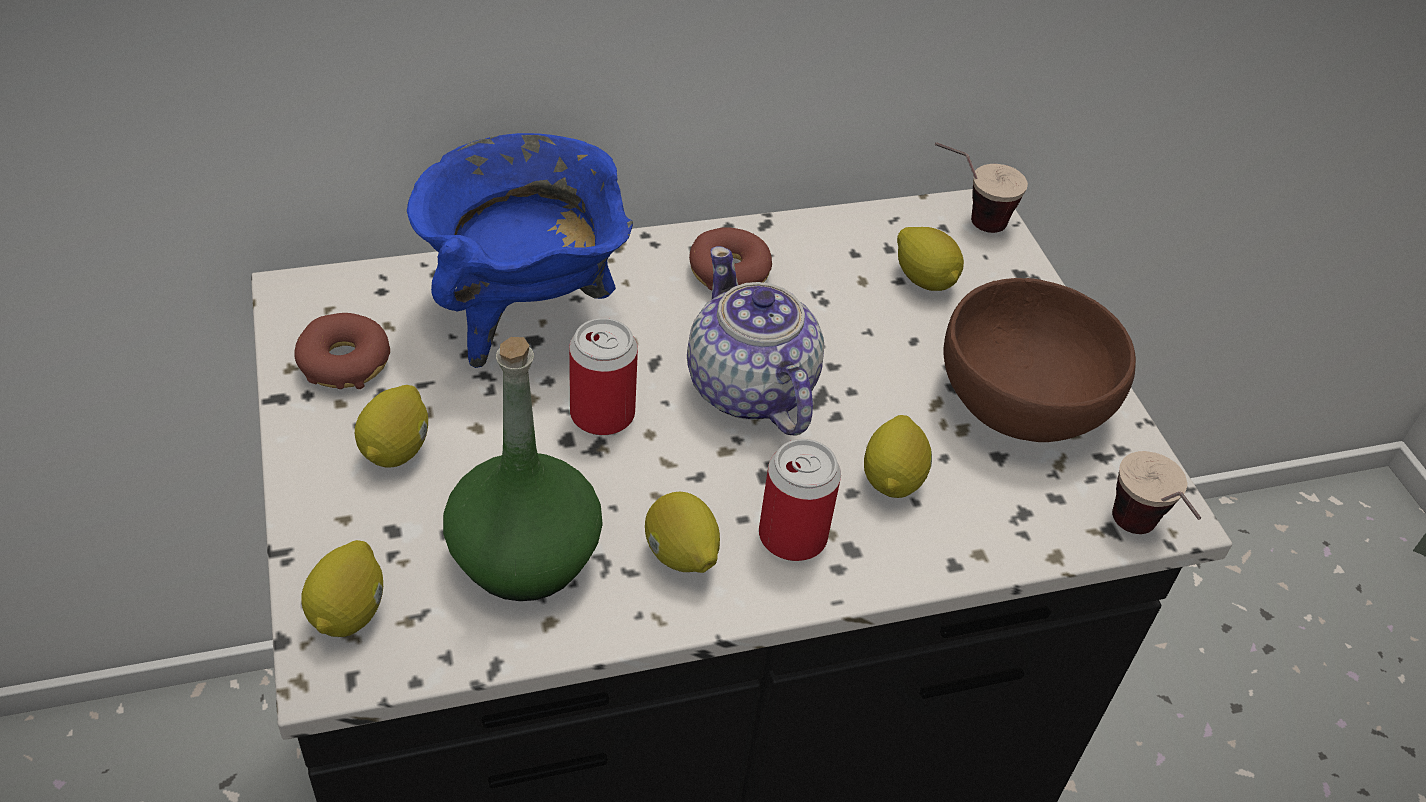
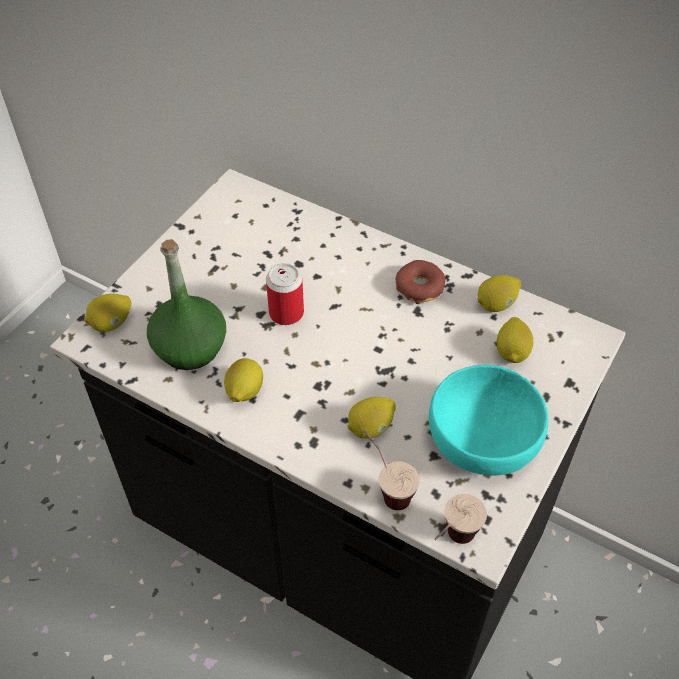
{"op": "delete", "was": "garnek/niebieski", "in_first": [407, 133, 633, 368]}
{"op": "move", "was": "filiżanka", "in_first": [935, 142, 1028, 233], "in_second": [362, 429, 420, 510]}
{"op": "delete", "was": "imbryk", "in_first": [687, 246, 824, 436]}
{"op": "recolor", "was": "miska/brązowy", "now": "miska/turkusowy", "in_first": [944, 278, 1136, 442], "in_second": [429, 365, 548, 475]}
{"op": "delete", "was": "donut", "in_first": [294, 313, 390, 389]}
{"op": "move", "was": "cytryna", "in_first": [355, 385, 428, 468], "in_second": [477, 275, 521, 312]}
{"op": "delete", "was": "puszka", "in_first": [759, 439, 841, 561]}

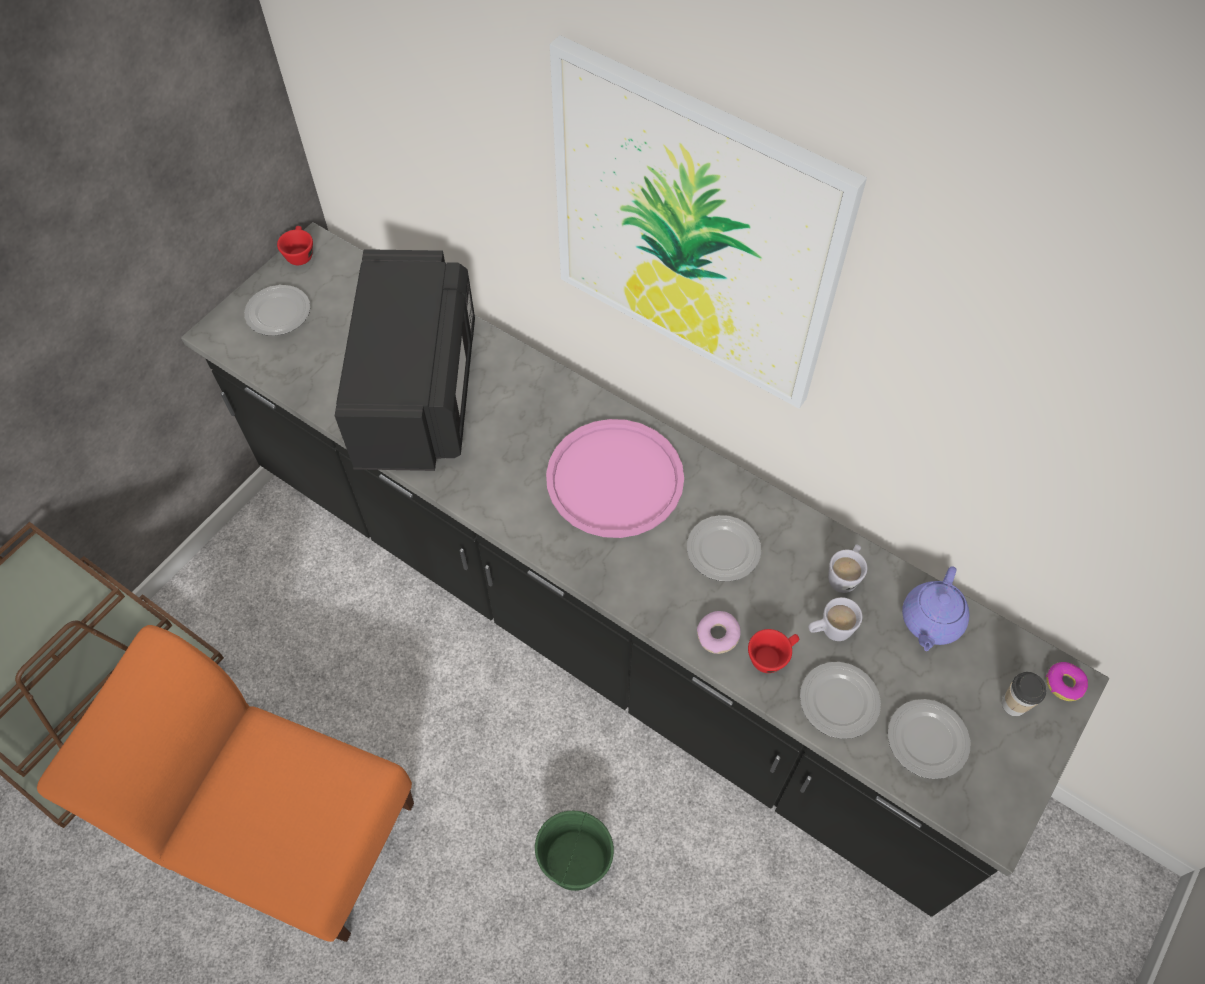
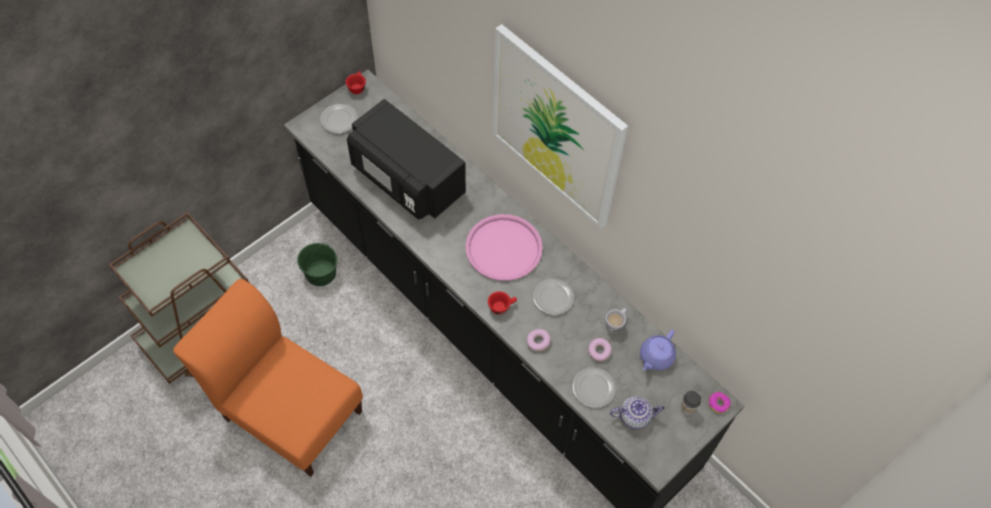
{"op": "rotate", "was": "mikrofalówka/czarny", "in_first": [335, 249, 475, 471], "in_second": [347, 99, 466, 219], "clockwise": 120}
{"op": "replace", "was": "kubek/biały", "now": "donut", "in_first": [808, 597, 862, 641], "in_second": [588, 338, 612, 361]}
{"op": "move", "was": "filiżanka/czerwony", "in_first": [748, 629, 799, 673], "in_second": [488, 291, 517, 315]}
{"op": "replace", "was": "talerz", "now": "imbryk", "in_first": [888, 699, 970, 779], "in_second": [610, 396, 665, 430]}
{"op": "move", "was": "wiadro/zielony", "in_first": [535, 811, 614, 891], "in_second": [297, 243, 337, 286]}

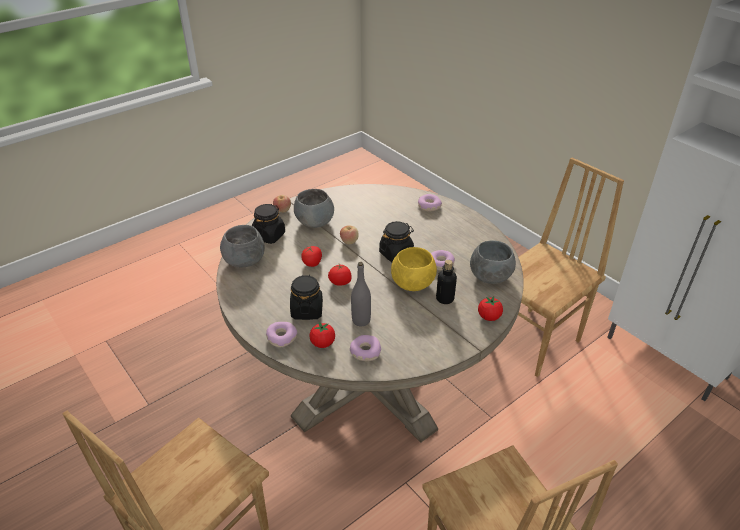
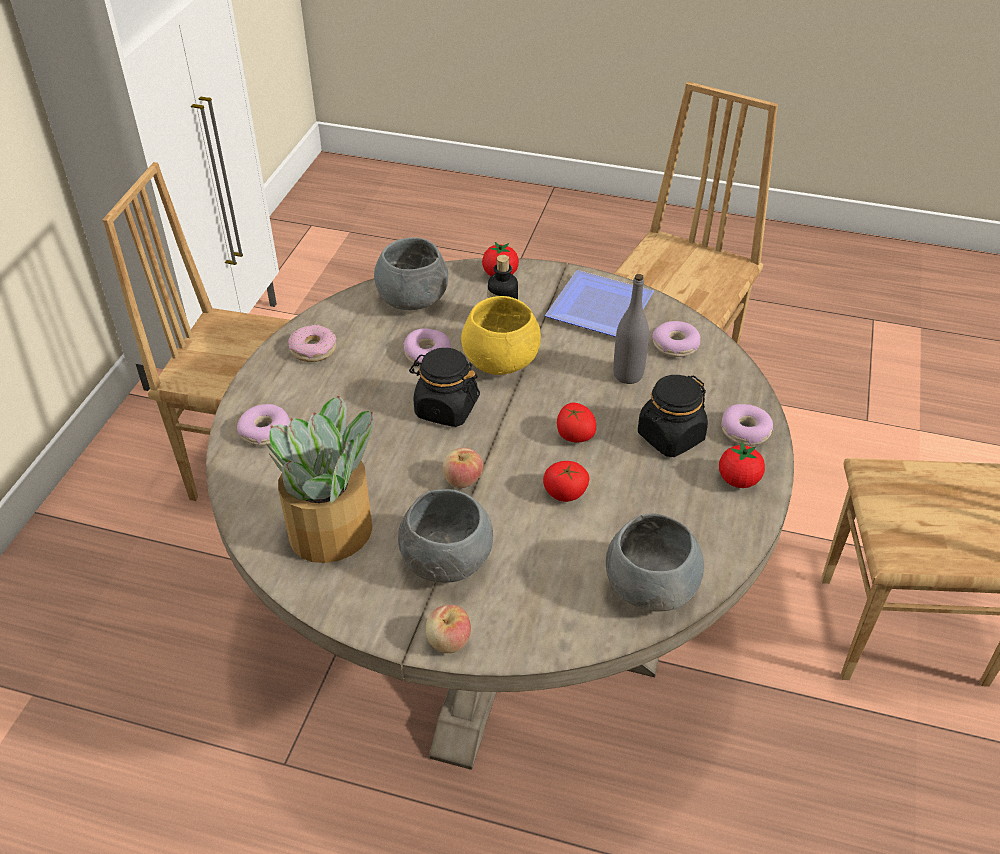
{"op": "delete", "was": "słoik/czarny", "in_first": [252, 204, 285, 244]}
{"op": "move", "was": "pomidor", "in_first": [309, 322, 335, 348], "in_second": [719, 442, 765, 488]}
{"op": "insert", "now": "talerz", "in_second": [545, 270, 654, 337]}
{"op": "insert", "now": "donut", "in_second": [288, 324, 337, 362]}
{"op": "insert", "now": "roślina doniczkowa", "in_second": [267, 396, 374, 563]}

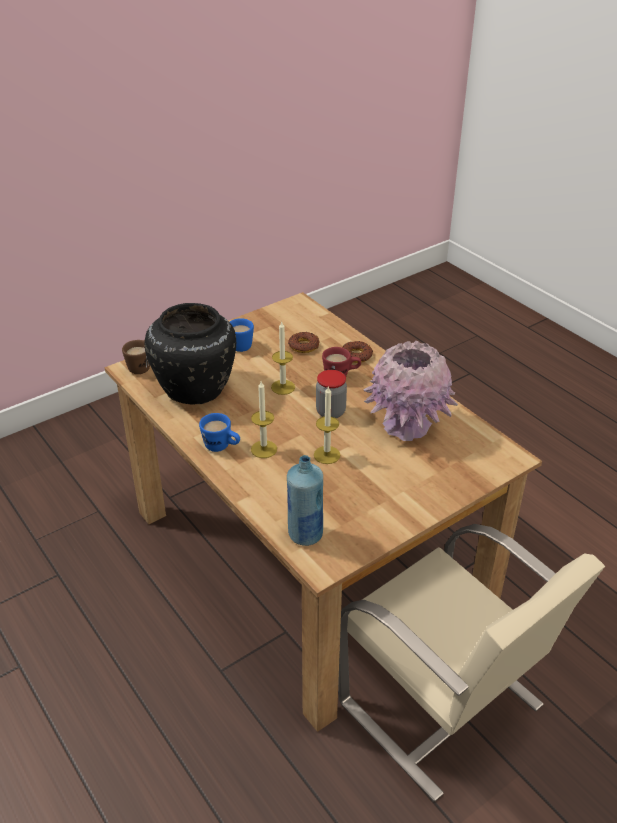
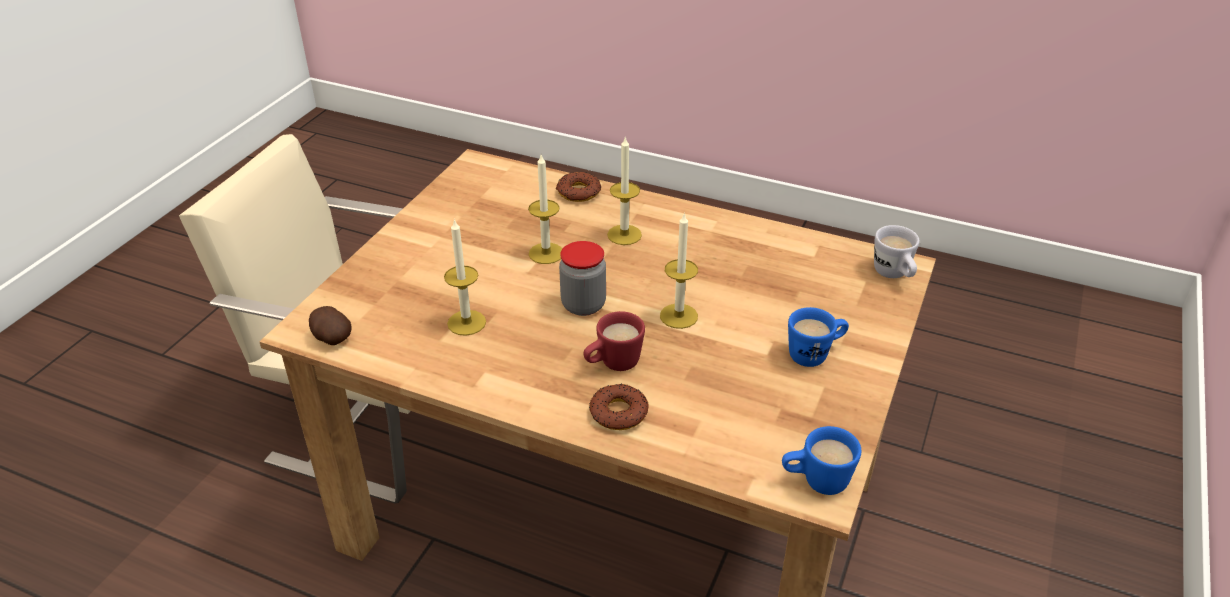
{"op": "delete", "was": "wazon/czarny", "in_first": [145, 303, 236, 405]}
{"op": "move", "was": "donut", "in_first": [288, 332, 319, 353], "in_second": [555, 172, 601, 202]}
{"op": "recolor", "was": "kubek/brązowy", "now": "kubek/biały", "in_first": [122, 340, 150, 374], "in_second": [874, 225, 919, 278]}
{"op": "replace", "was": "wazon/różowy", "now": "świeca", "in_first": [363, 341, 458, 441], "in_second": [444, 219, 486, 336]}
{"op": "move", "was": "kubek/niebieski", "in_first": [199, 413, 240, 452], "in_second": [782, 426, 861, 495]}
{"op": "delete", "was": "butelka/niebieski", "in_first": [287, 455, 323, 546]}
{"op": "insert", "now": "ziemniak", "in_second": [309, 306, 352, 345]}

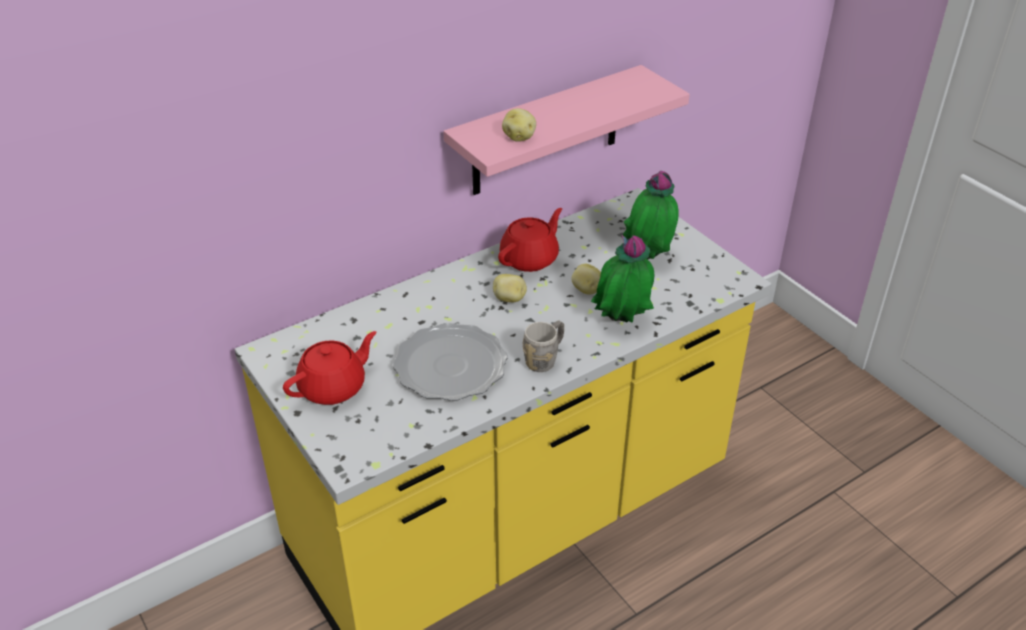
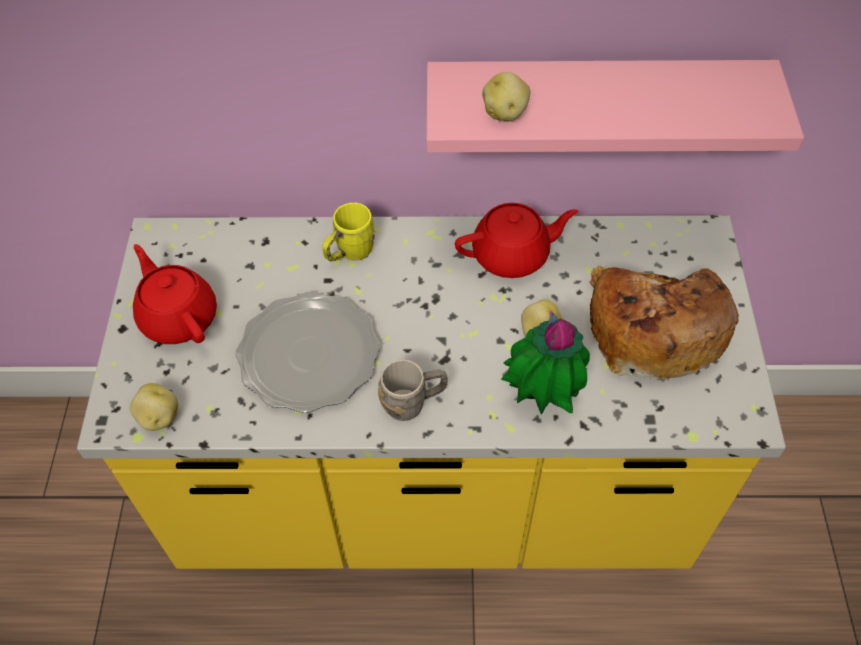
{"op": "replace", "was": "roślina doniczkowa", "now": "chleb", "in_first": [623, 171, 679, 259], "in_second": [590, 266, 739, 381]}
{"op": "move", "was": "ziemniak", "in_first": [493, 274, 527, 302], "in_second": [130, 383, 178, 431]}
{"op": "rotate", "was": "imbryk/czerwony", "in_first": [283, 331, 376, 405], "in_second": [133, 244, 217, 344], "clockwise": -120}
{"op": "insert", "now": "kubek/żółty", "in_second": [322, 203, 375, 262]}

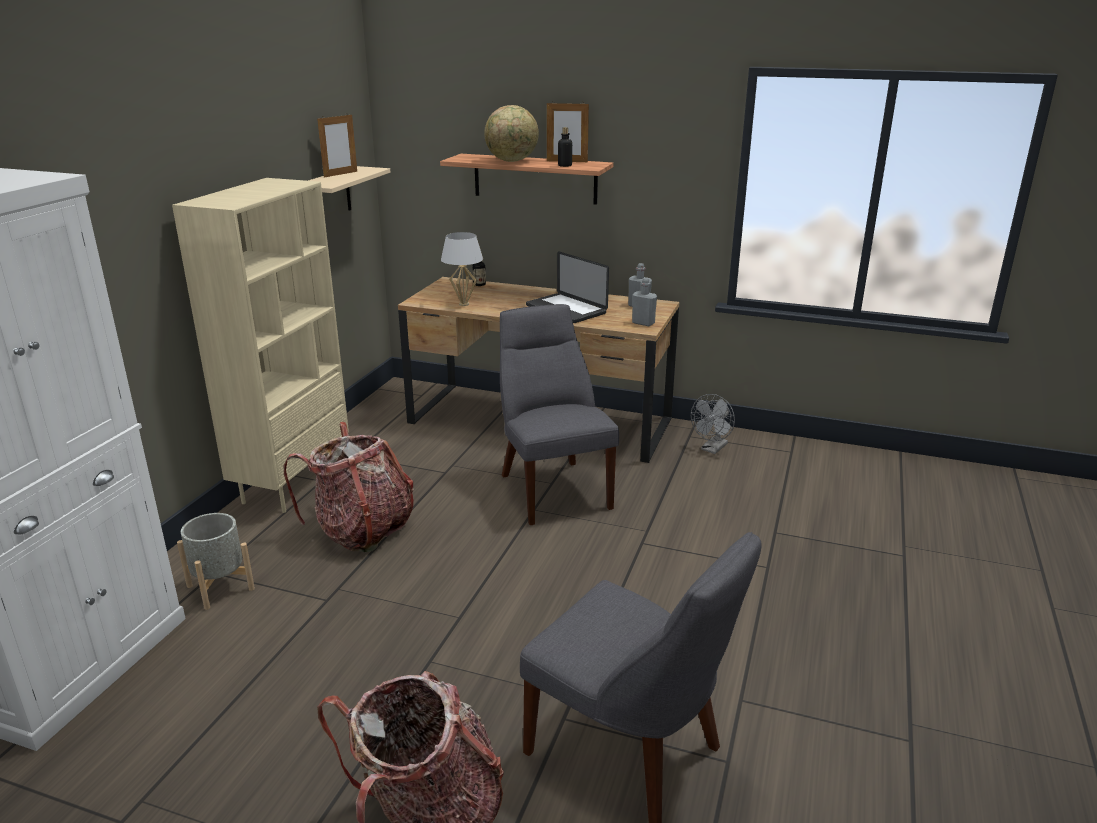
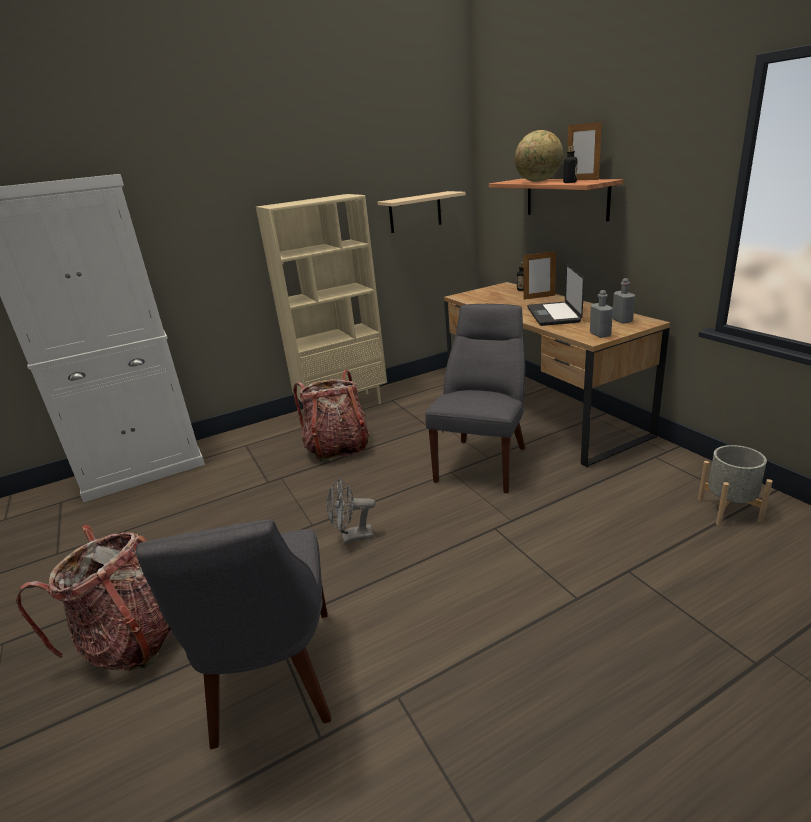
{"op": "move", "was": "ramka na zdjęcie", "in_first": [317, 114, 357, 177], "in_second": [523, 250, 556, 300]}
{"op": "delete", "was": "lampa stołowa/biały", "in_first": [441, 232, 483, 306]}
{"op": "move", "was": "wentylator/szary", "in_first": [691, 394, 735, 454], "in_second": [327, 478, 375, 544]}
{"op": "move", "was": "donica/szary", "in_first": [177, 513, 255, 610], "in_second": [698, 445, 773, 525]}

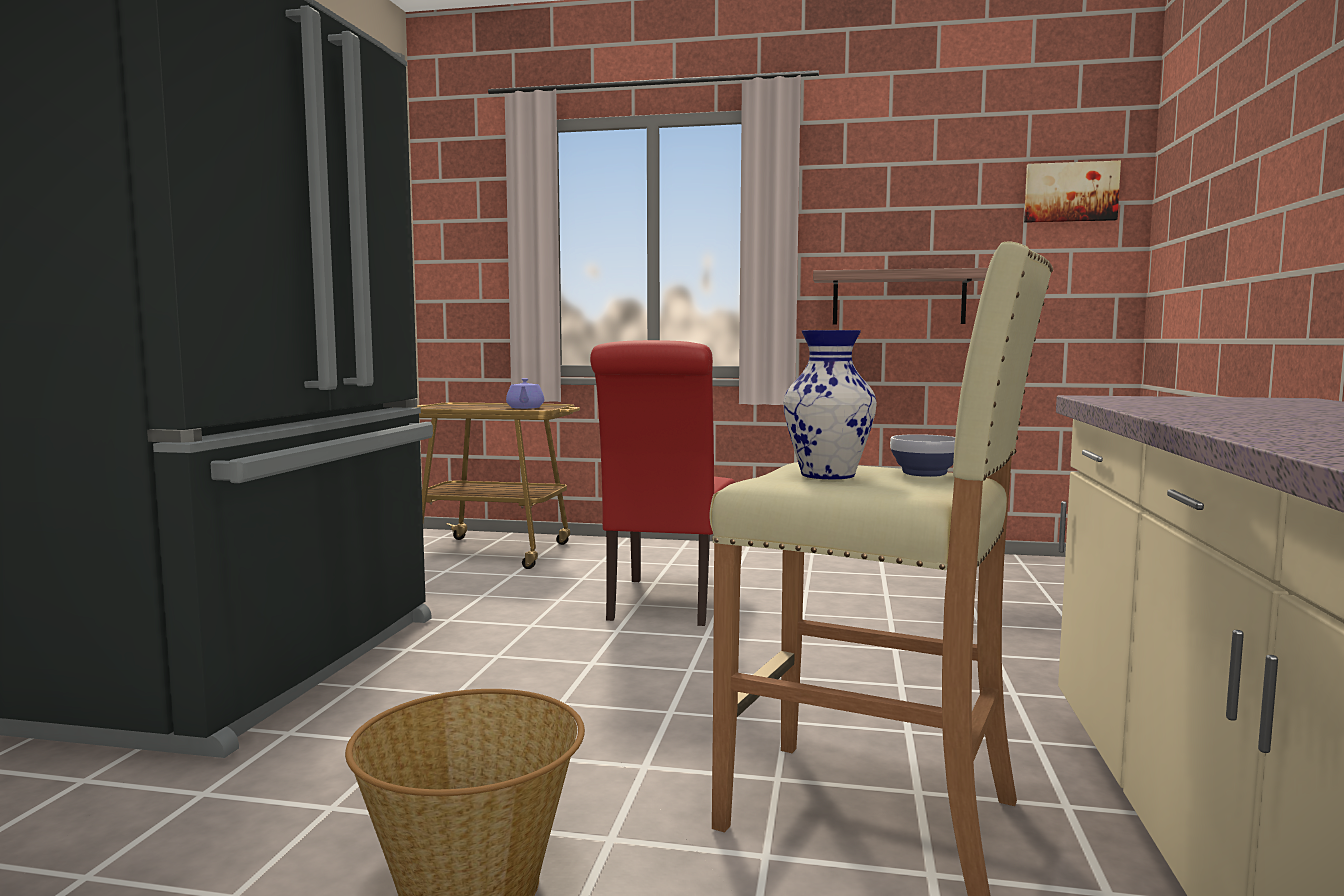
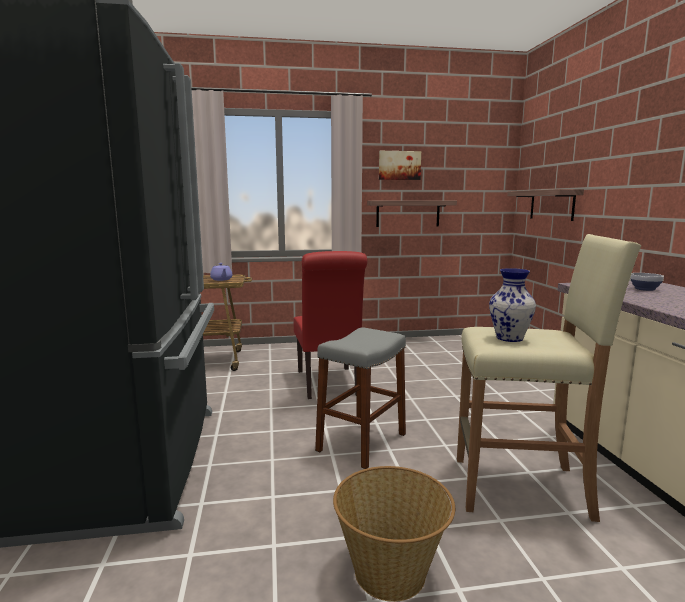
{"op": "move", "was": "obraz", "in_first": [1024, 161, 1121, 223], "in_second": [379, 151, 421, 180]}
{"op": "move", "was": "miska", "in_first": [890, 434, 955, 477], "in_second": [630, 273, 664, 291]}
{"op": "insert", "now": "półka", "in_second": [507, 189, 584, 221]}
{"op": "insert", "now": "stołek/szary", "in_second": [315, 328, 406, 469]}

